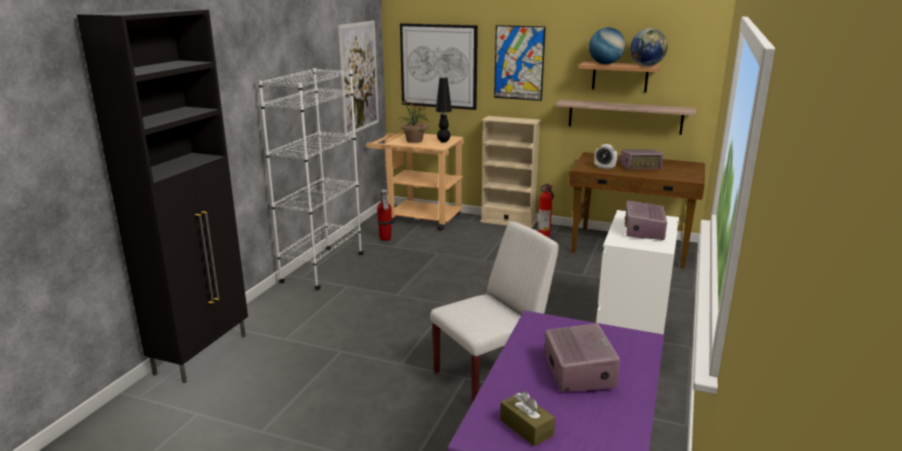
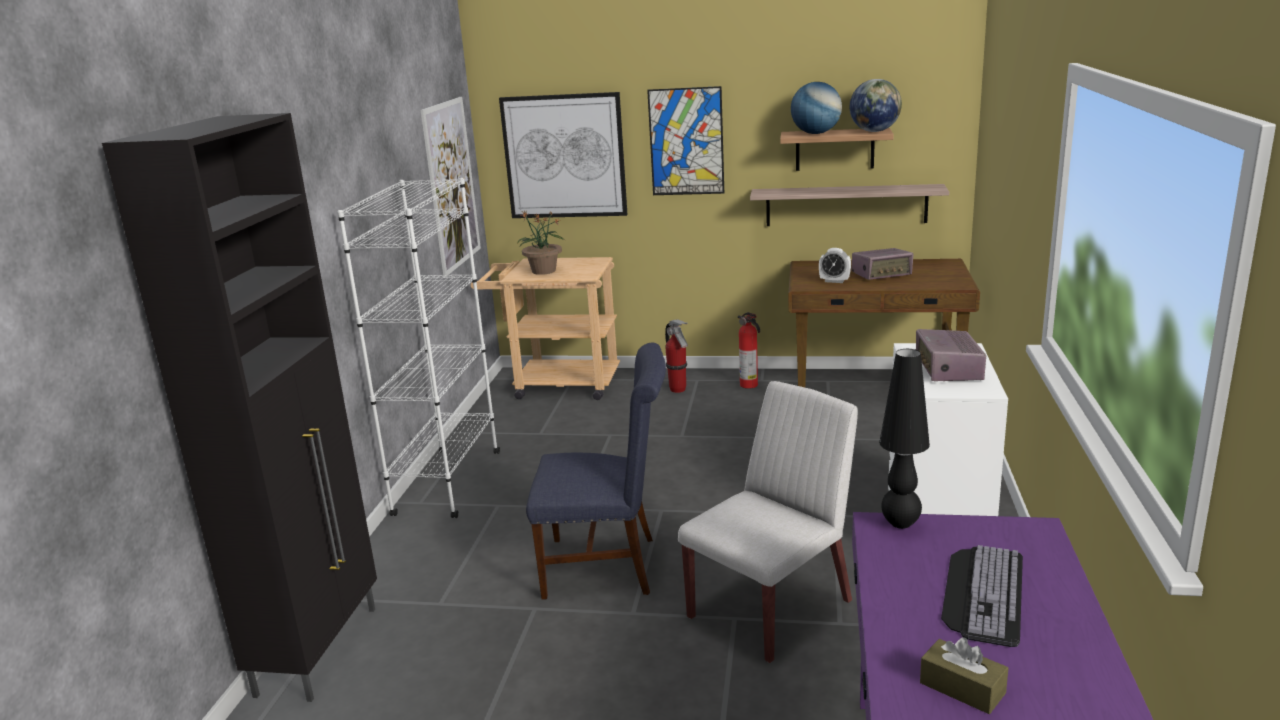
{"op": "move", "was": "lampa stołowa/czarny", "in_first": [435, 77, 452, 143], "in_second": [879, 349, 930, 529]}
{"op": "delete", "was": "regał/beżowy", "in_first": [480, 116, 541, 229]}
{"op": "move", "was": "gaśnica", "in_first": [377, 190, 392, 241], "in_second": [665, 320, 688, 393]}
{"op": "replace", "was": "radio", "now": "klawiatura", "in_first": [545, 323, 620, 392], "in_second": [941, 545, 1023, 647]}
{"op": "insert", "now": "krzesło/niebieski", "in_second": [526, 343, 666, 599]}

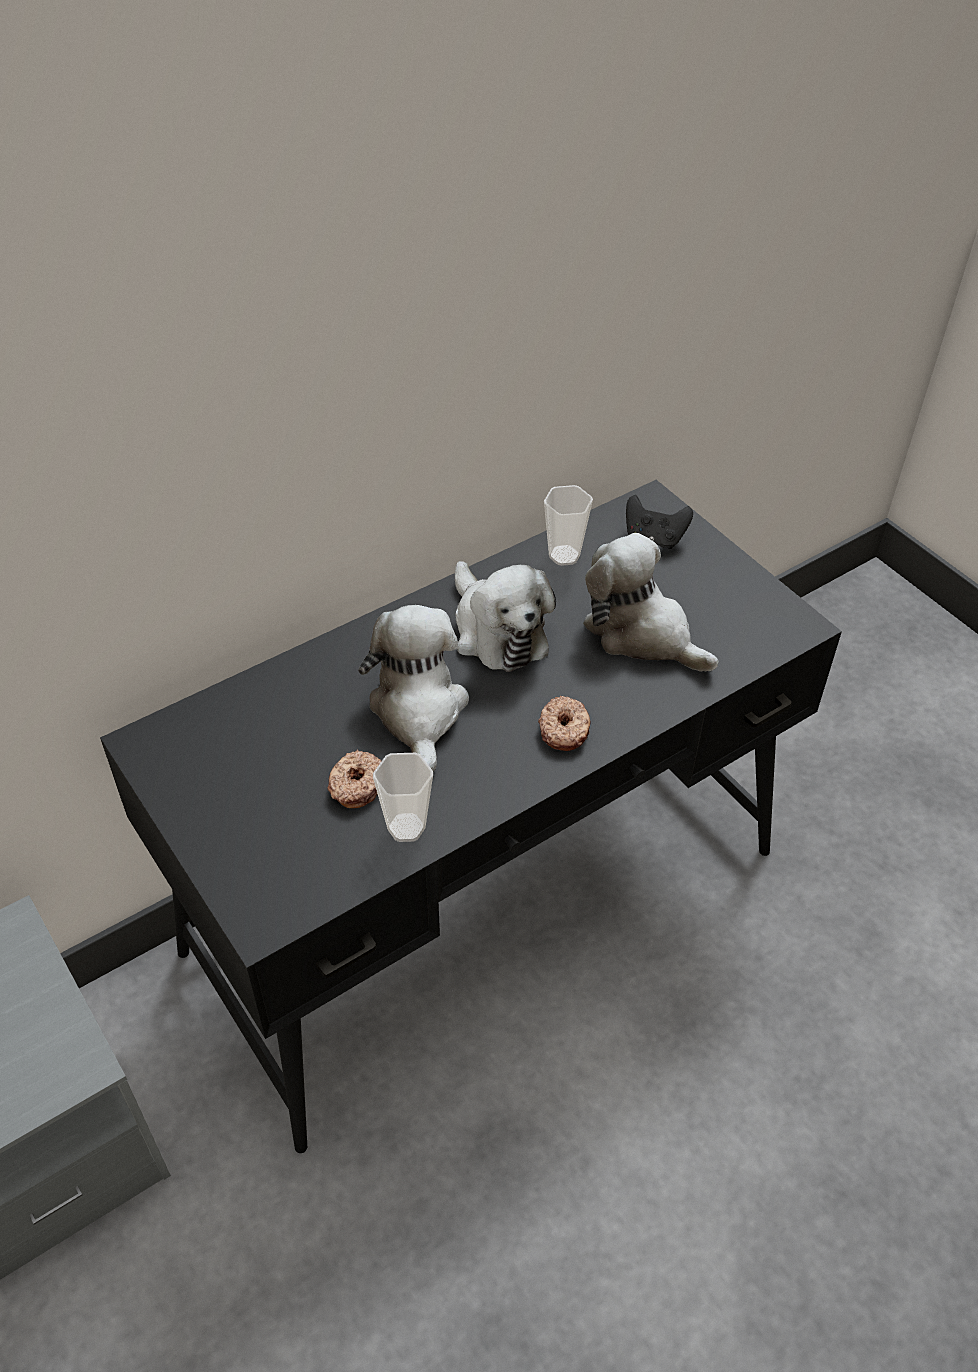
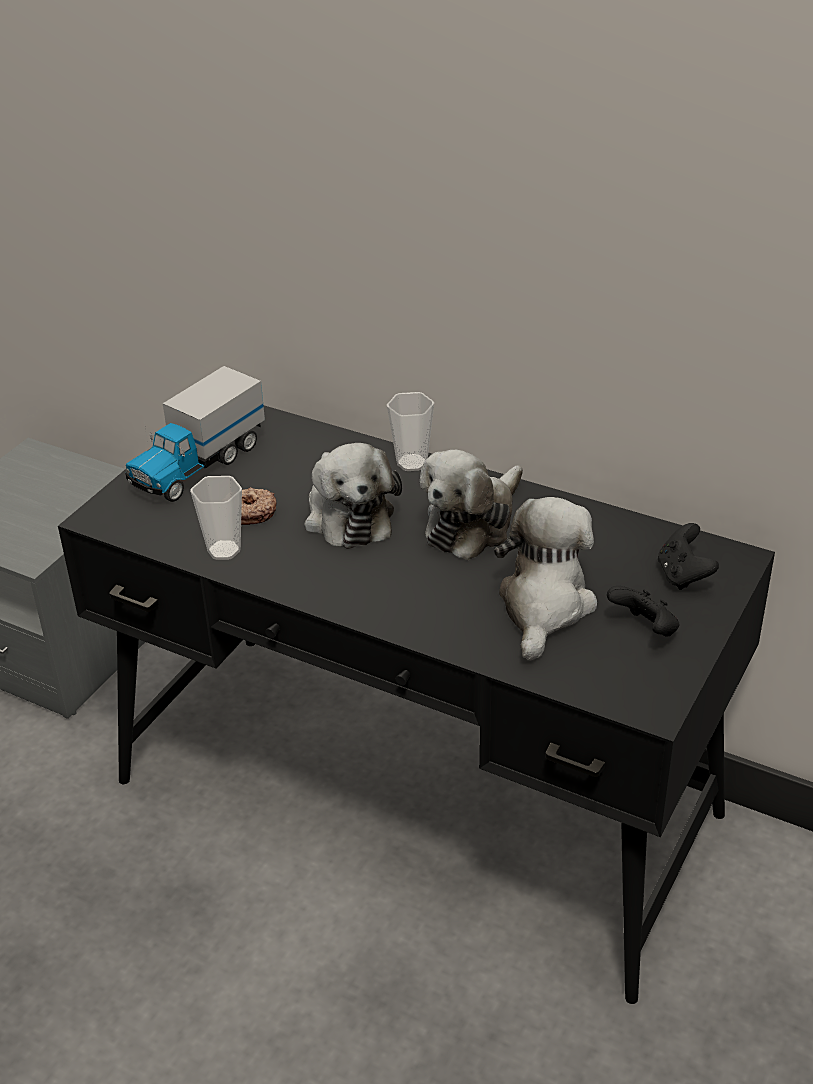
{"op": "move", "was": "filiżanka", "in_first": [544, 485, 593, 566], "in_second": [387, 392, 434, 471]}
{"op": "rotate", "was": "pluszak", "in_first": [358, 605, 469, 771], "in_second": [304, 443, 402, 549], "clockwise": 105}
{"op": "delete", "was": "donut", "in_first": [538, 696, 590, 751]}
{"op": "insert", "now": "ciężarówka zabawkowa", "in_second": [125, 366, 265, 502]}
{"op": "insert", "now": "pad do gier/czarny", "in_second": [607, 586, 679, 637]}

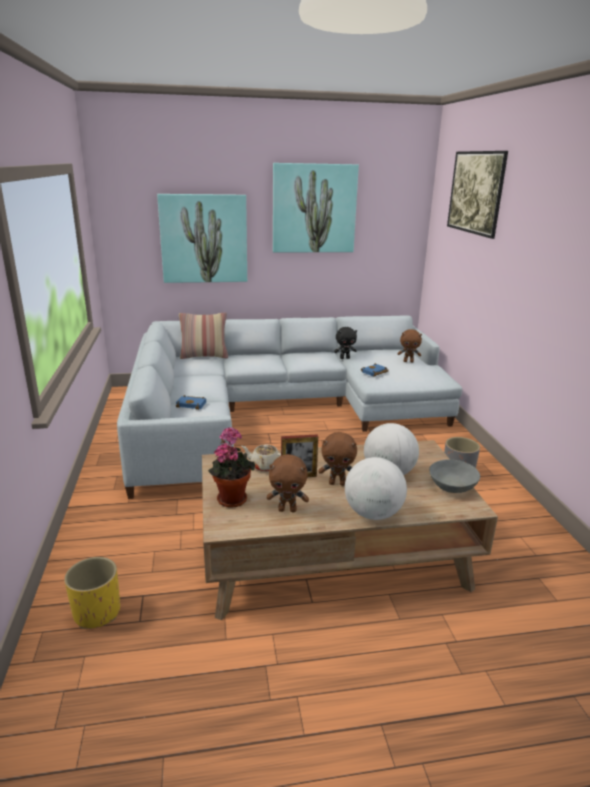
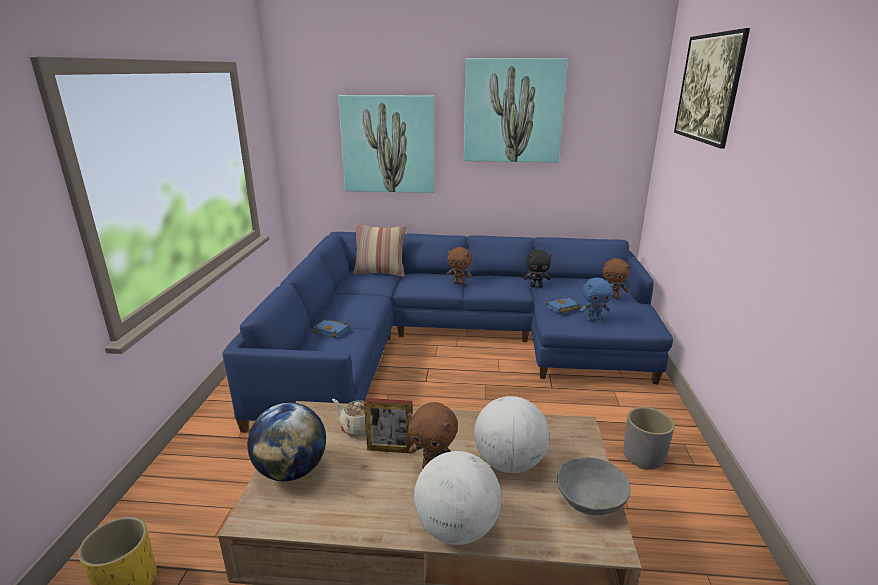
{"op": "recolor", "was": "kanapa/szary", "now": "kanapa/niebieski", "in_first": [117, 315, 462, 499], "in_second": [222, 232, 673, 433]}
{"op": "replace", "was": "roślina doniczkowa", "now": "globus", "in_first": [208, 427, 255, 508], "in_second": [247, 403, 326, 481]}
{"op": "move", "was": "pluszak/brązowy", "in_first": [267, 454, 309, 513], "in_second": [446, 247, 472, 285]}
{"op": "insert", "now": "pluszak/niebieski", "in_second": [580, 278, 614, 321]}

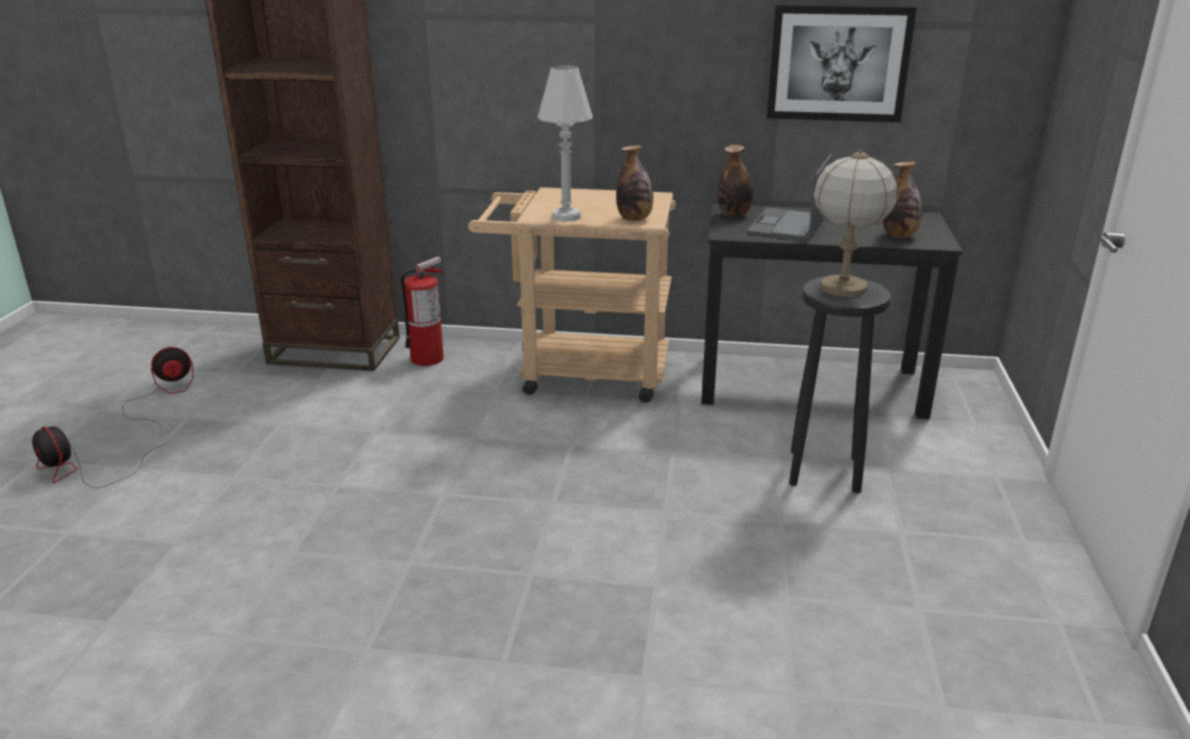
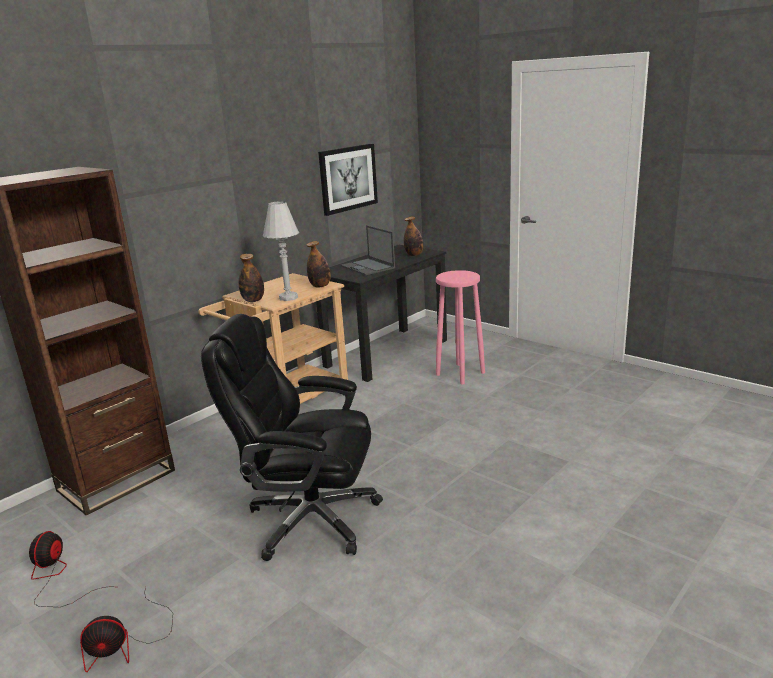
{"op": "move", "was": "butelka", "in_first": [717, 145, 753, 217], "in_second": [238, 254, 264, 302]}
{"op": "delete", "was": "lampa stołowa", "in_first": [814, 149, 898, 297]}
{"op": "delete", "was": "gaśnica", "in_first": [401, 256, 444, 366]}
{"op": "recolor", "was": "stołek/czarny", "now": "stołek/różowy", "in_first": [789, 276, 891, 493], "in_second": [436, 270, 485, 385]}
{"op": "insert", "now": "krzesło biurowe/czarny", "in_second": [201, 314, 383, 561]}

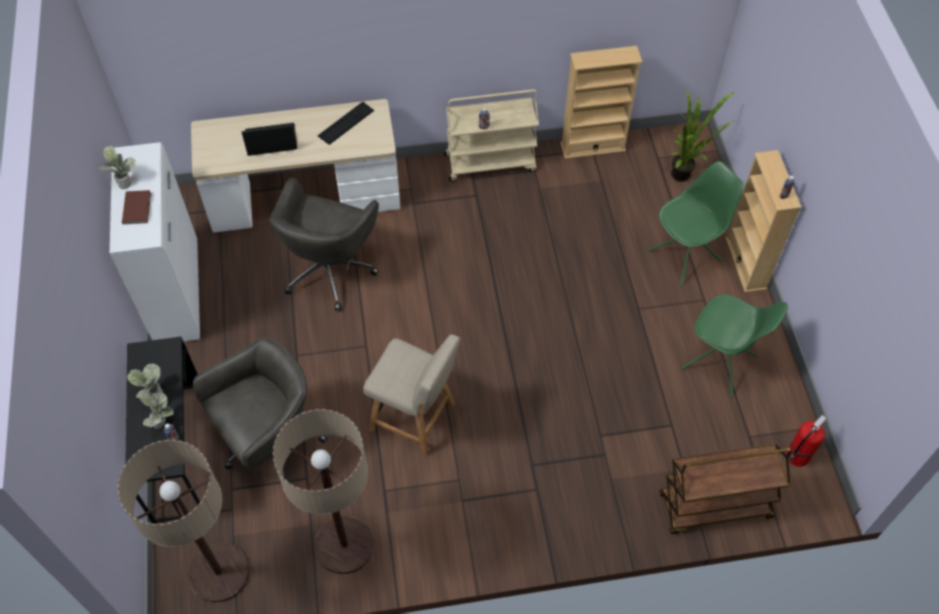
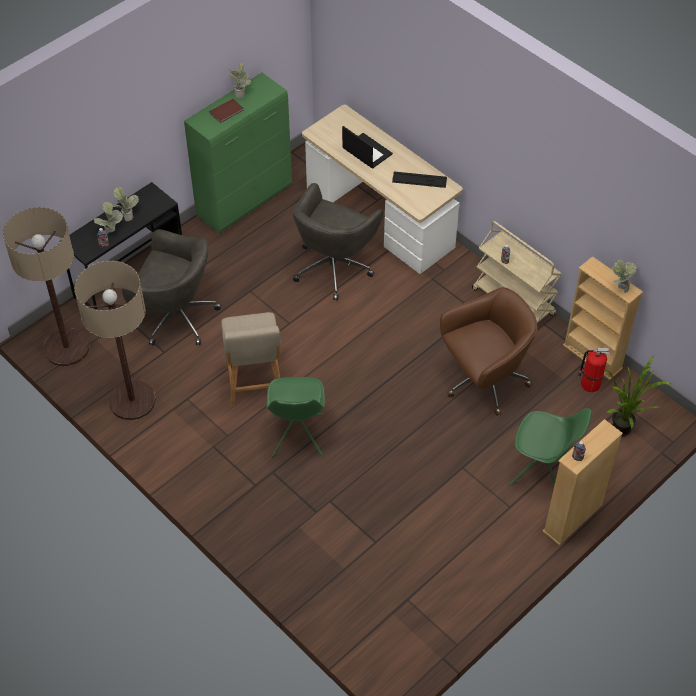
{"op": "recolor", "was": "szafka/biały", "now": "szafka/zielony", "in_first": [110, 142, 200, 341], "in_second": [184, 72, 292, 234]}
{"op": "rotate", "was": "krzesło biurowe/szary", "in_first": [269, 178, 379, 311], "in_second": [292, 183, 383, 300], "clockwise": -45}
{"op": "move", "was": "krzesło/zielony", "in_first": [682, 294, 788, 396], "in_second": [266, 377, 325, 457]}
{"op": "move", "was": "gaśnica", "in_first": [786, 415, 826, 467], "in_second": [577, 348, 610, 392]}
{"op": "delete", "was": "wózek/brązowy", "in_first": [659, 444, 792, 534]}
{"op": "insert", "now": "roślina doniczkowa", "in_second": [612, 260, 637, 293]}
{"op": "insert", "now": "krzesło biurowe/brązowy", "in_second": [440, 287, 537, 416]}

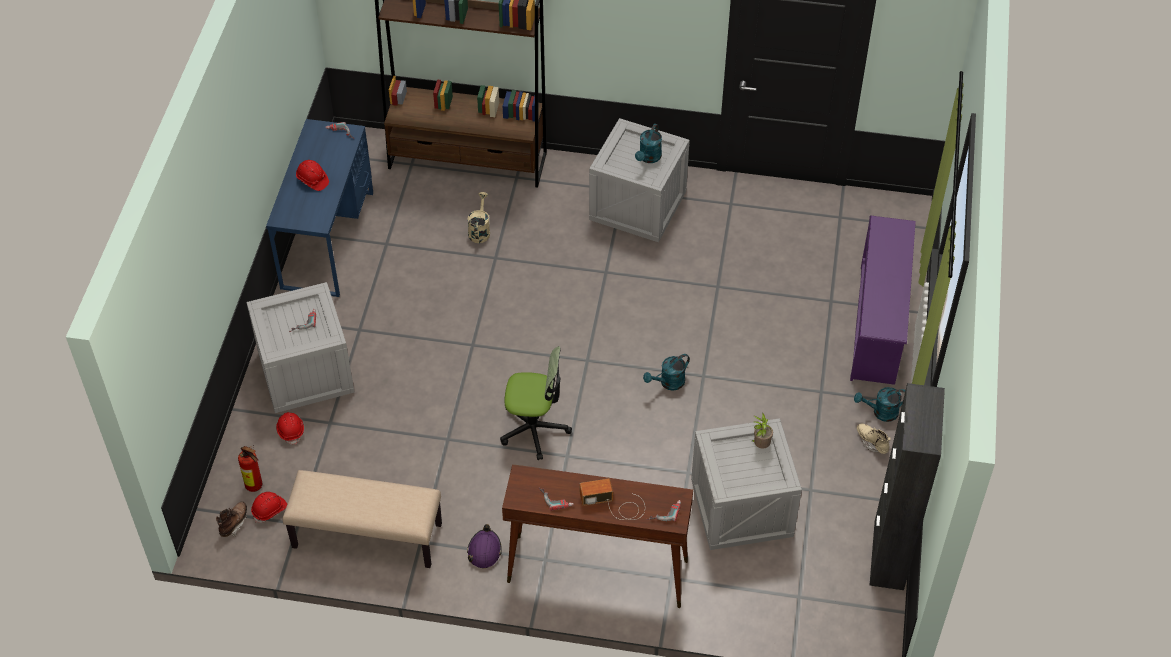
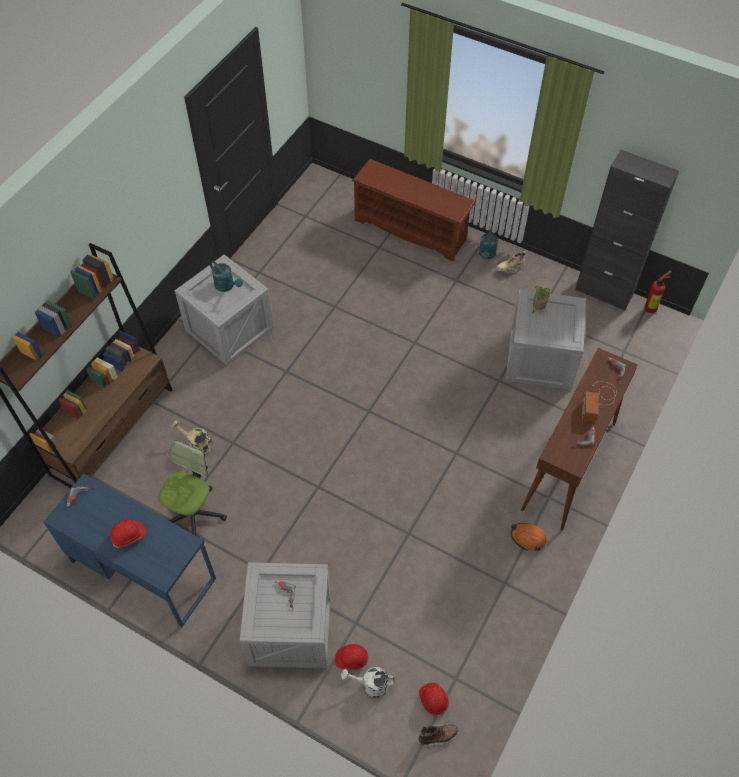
{"op": "recolor", "was": "regał na buty/fioletowy", "now": "regał na buty/brązowy", "in_first": [850, 215, 916, 385], "in_second": [352, 159, 476, 262]}
{"op": "move", "was": "krzesło biurowe", "in_first": [500, 346, 572, 460], "in_second": [158, 440, 227, 538]}
{"op": "delete", "was": "konewka/turkusowy", "in_first": [643, 354, 690, 391]}
{"op": "move", "was": "gaśnica", "in_first": [238, 446, 262, 492], "in_second": [645, 270, 672, 313]}
{"op": "delete", "was": "ławka/beżowy", "in_first": [283, 470, 442, 568]}
{"op": "rotate", "was": "but z cholewką/brązowy", "in_first": [216, 502, 247, 537], "in_second": [419, 724, 458, 748], "clockwise": 120}
{"op": "recolor", "was": "kask/fioletowy", "now": "kask/pomarańczowy", "in_first": [467, 524, 502, 568], "in_second": [511, 523, 546, 551]}
{"op": "insert", "now": "konewka/biały", "in_second": [341, 667, 395, 698]}

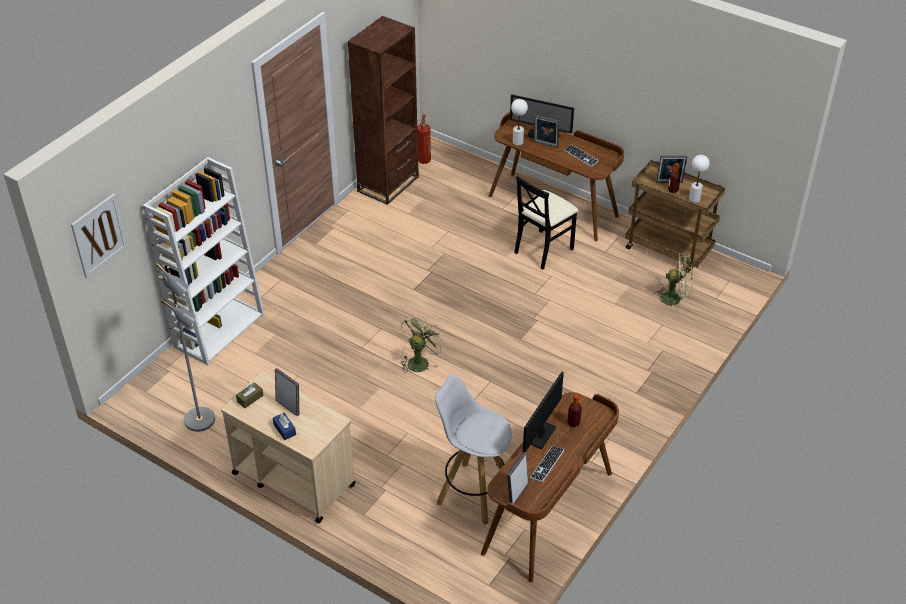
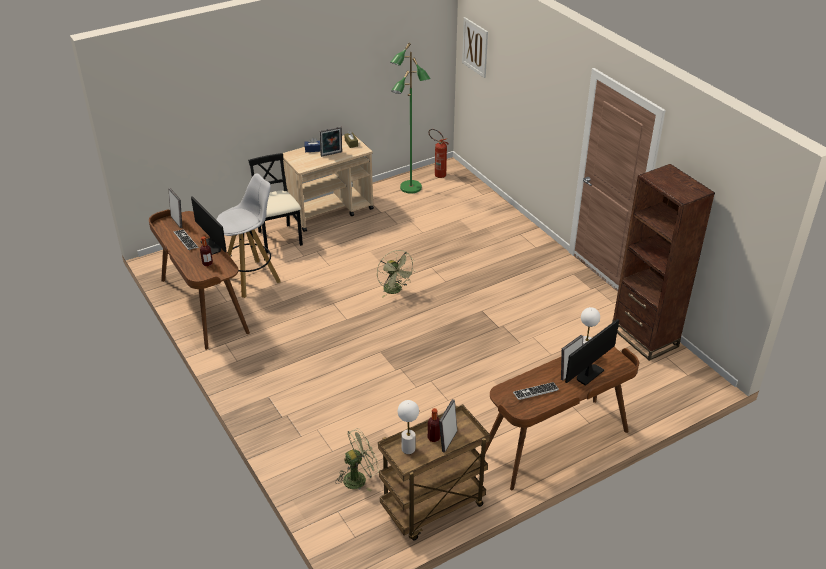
{"op": "move", "was": "gaśnica", "in_first": [417, 114, 431, 164], "in_second": [429, 129, 449, 178]}
{"op": "delete", "was": "regał/biały", "in_first": [143, 157, 265, 365]}
{"op": "move", "was": "krzesło/czarny", "in_first": [514, 176, 578, 270], "in_second": [248, 153, 303, 253]}
{"op": "rotate", "was": "wentylator/zielony", "in_first": [654, 253, 693, 311], "in_second": [335, 428, 380, 492], "clockwise": -150}
{"op": "recolor", "was": "lampa stojąca/szary", "now": "lampa stojąca/zielony", "in_first": [156, 263, 215, 432], "in_second": [390, 43, 430, 194]}

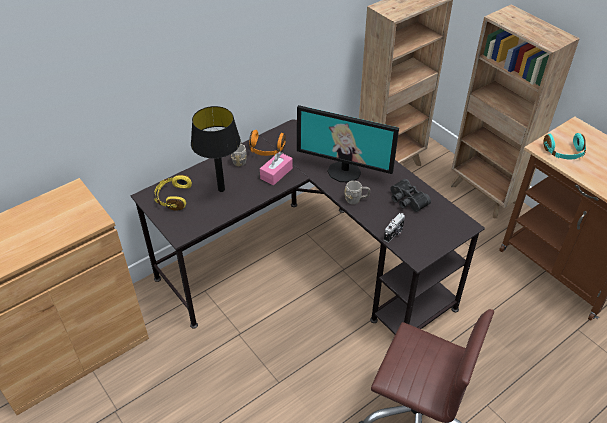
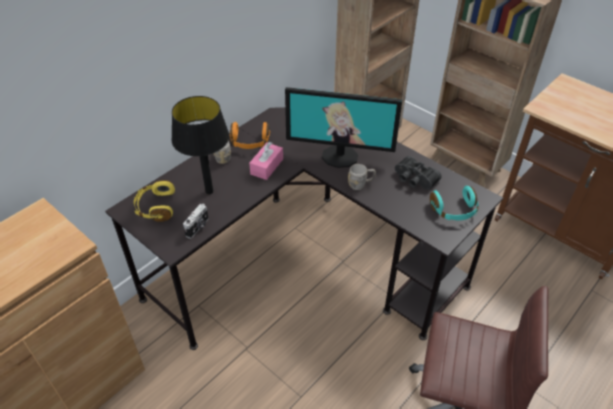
{"op": "move", "was": "słuchawki/turkusowy", "in_first": [543, 133, 586, 160], "in_second": [430, 186, 479, 220]}
{"op": "move", "was": "aparat fotograficzny", "in_first": [384, 213, 405, 243], "in_second": [183, 204, 209, 239]}

